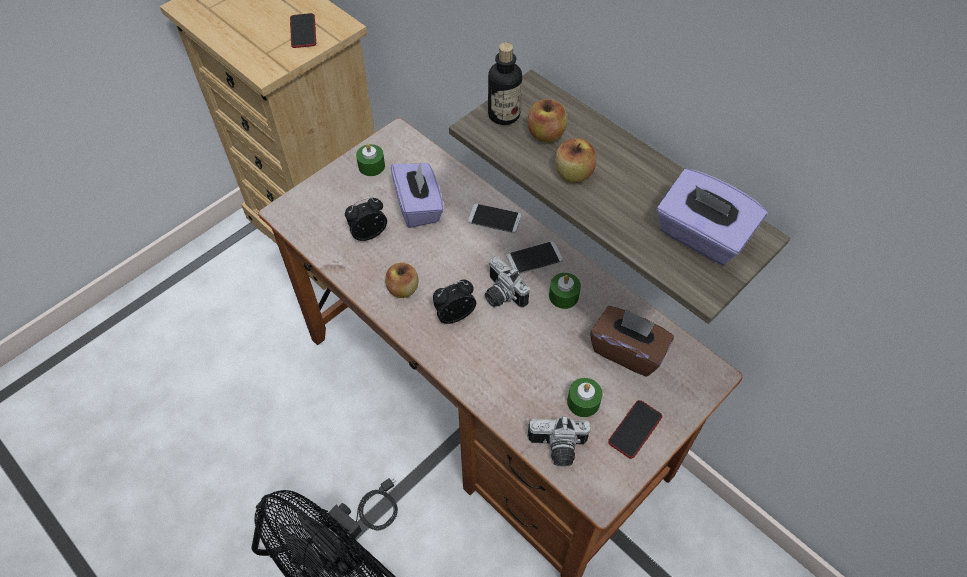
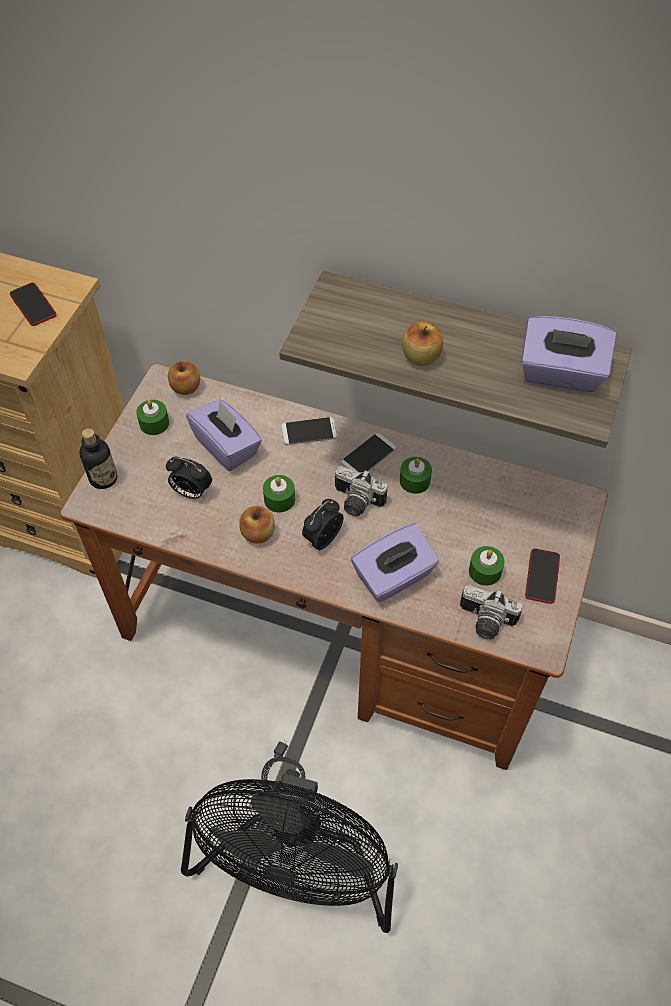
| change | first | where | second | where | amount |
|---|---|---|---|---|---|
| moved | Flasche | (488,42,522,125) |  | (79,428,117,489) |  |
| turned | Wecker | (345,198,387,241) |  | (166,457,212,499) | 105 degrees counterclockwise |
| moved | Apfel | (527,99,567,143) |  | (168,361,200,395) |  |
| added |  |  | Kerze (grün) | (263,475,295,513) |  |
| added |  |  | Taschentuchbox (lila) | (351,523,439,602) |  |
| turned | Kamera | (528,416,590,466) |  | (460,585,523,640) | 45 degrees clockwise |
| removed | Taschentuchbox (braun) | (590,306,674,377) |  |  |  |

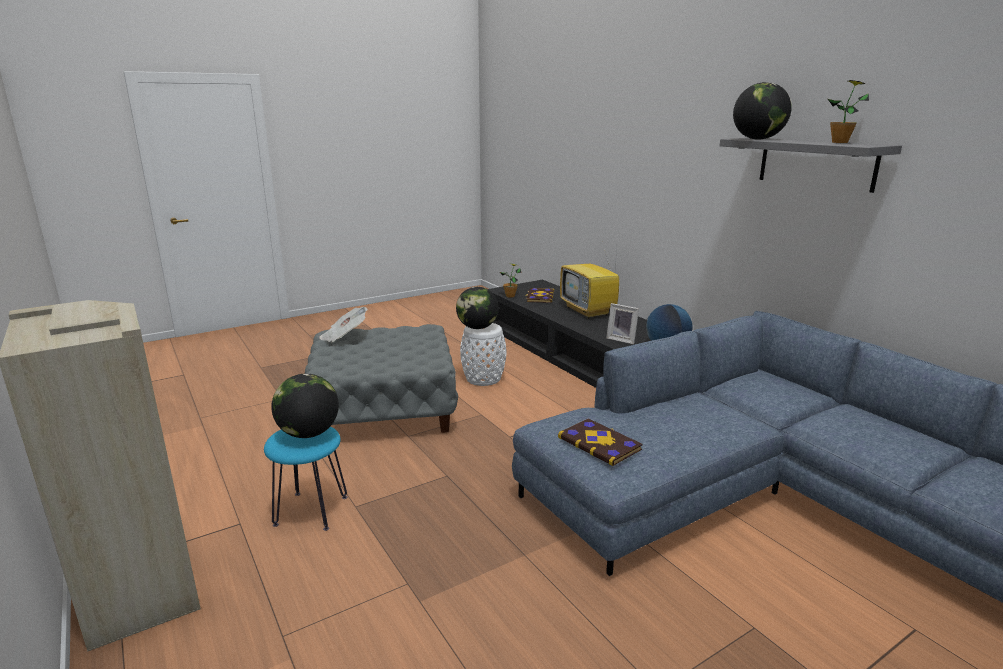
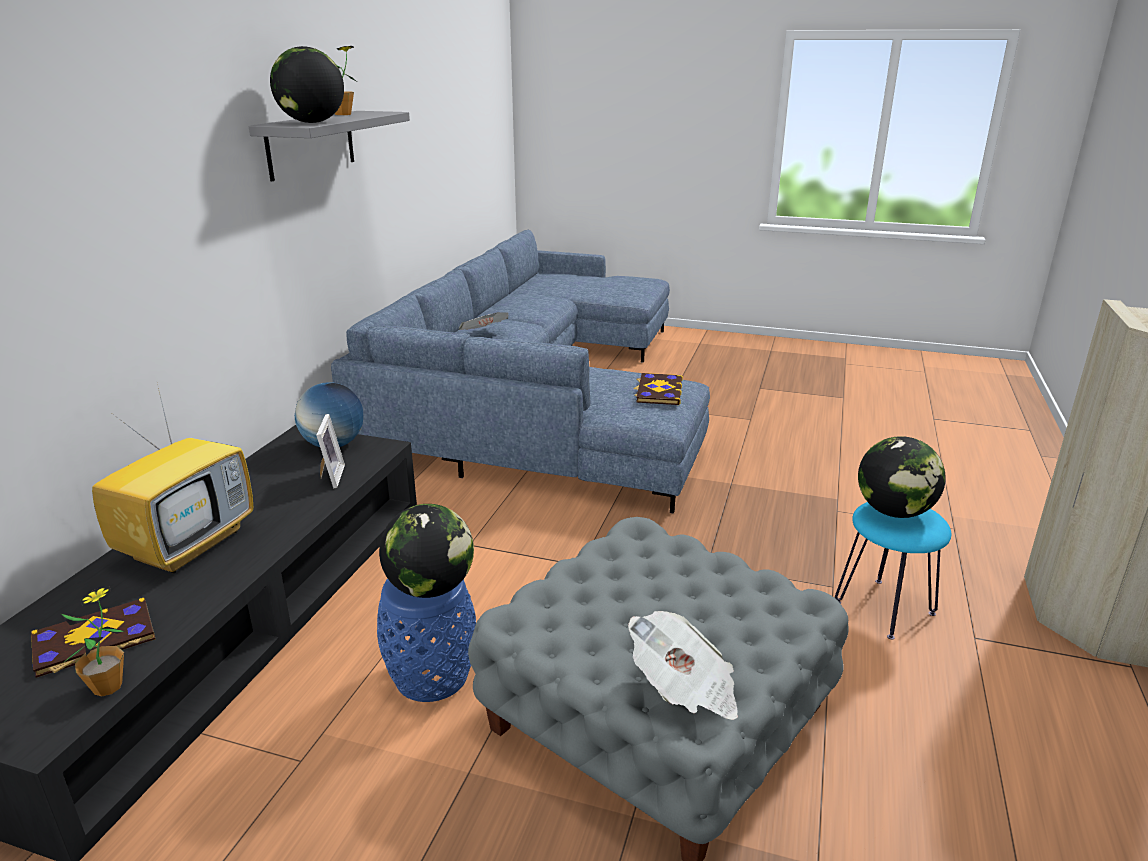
| change | first | where | second | where | amount |
|---|---|---|---|---|---|
| recoloured | Hocker (weiß) | (460,323,506,386) | Hocker (blau) | (377,579,476,702) |  |
| added |  |  | Zeitung | (459,312,509,330) |  |

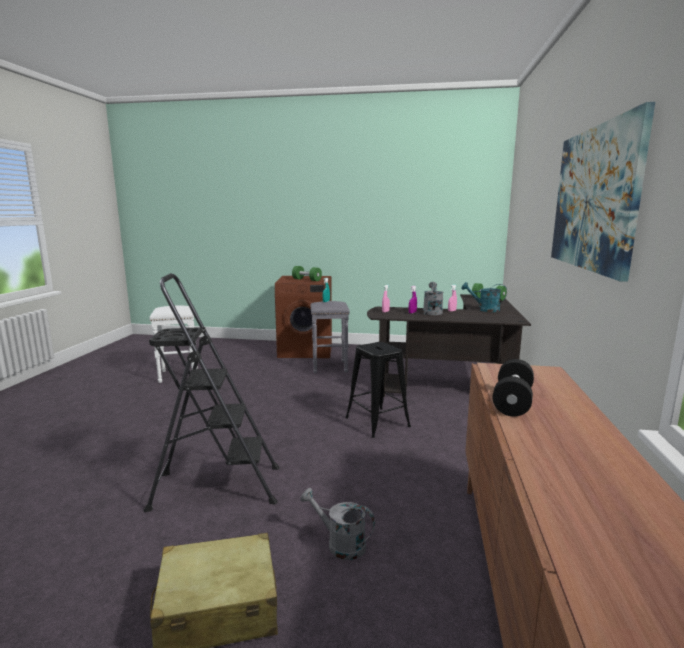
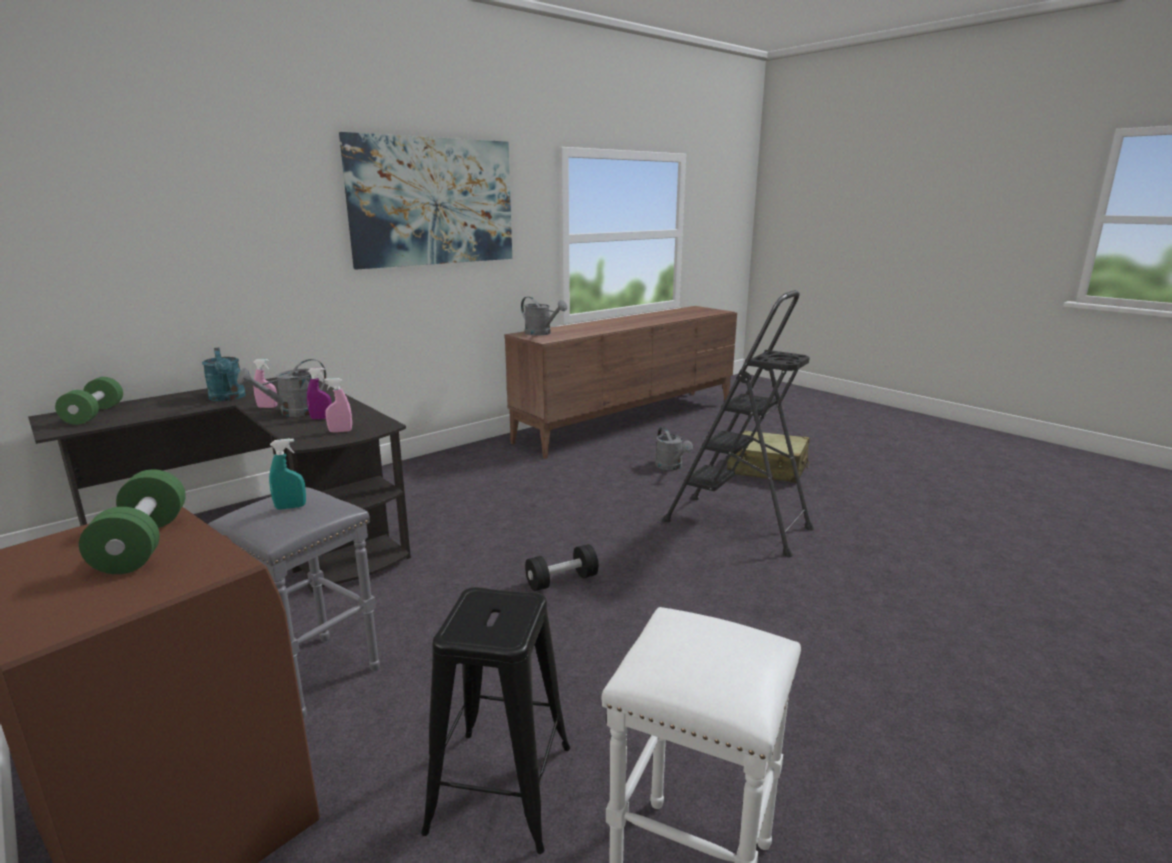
| change | first | where | second | where | amount |
|---|---|---|---|---|---|
| moved | Hocker (schwarz) | (345,342,411,438) |  | (421,587,570,854) |  |
| added |  |  | Gießkanne (grau) | (521,297,567,335) |  |
| moved | Hantel (schwarz) | (493,359,534,417) |  | (525,544,599,591) |  |

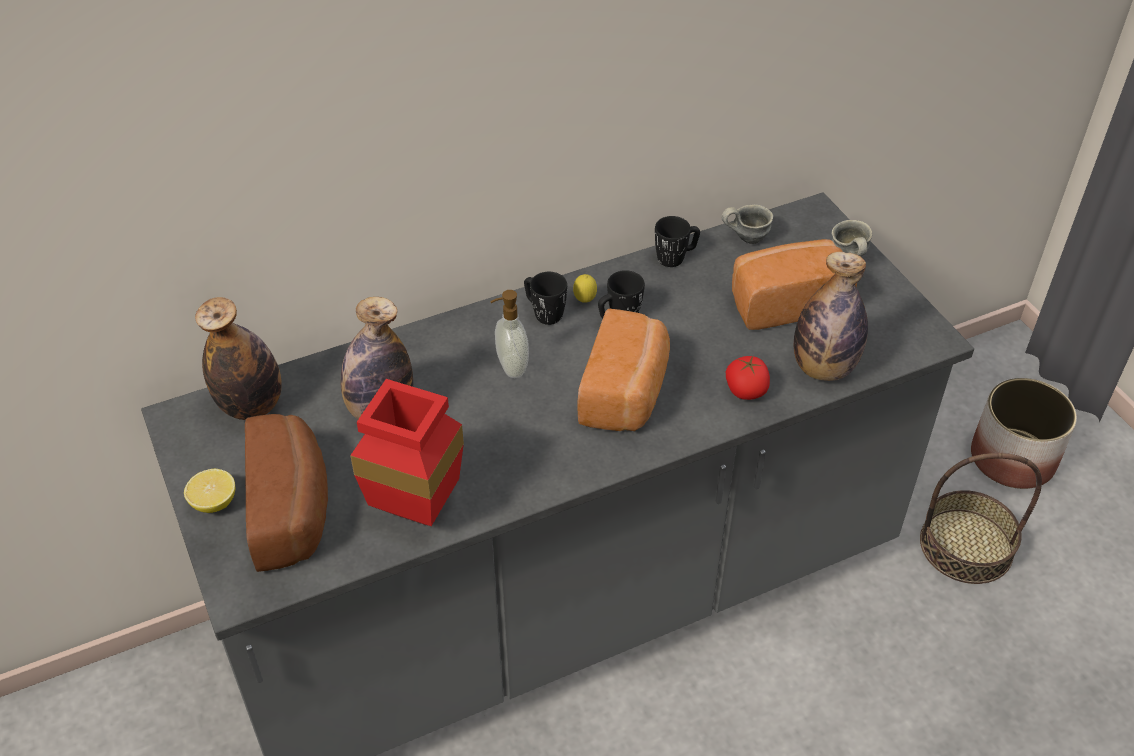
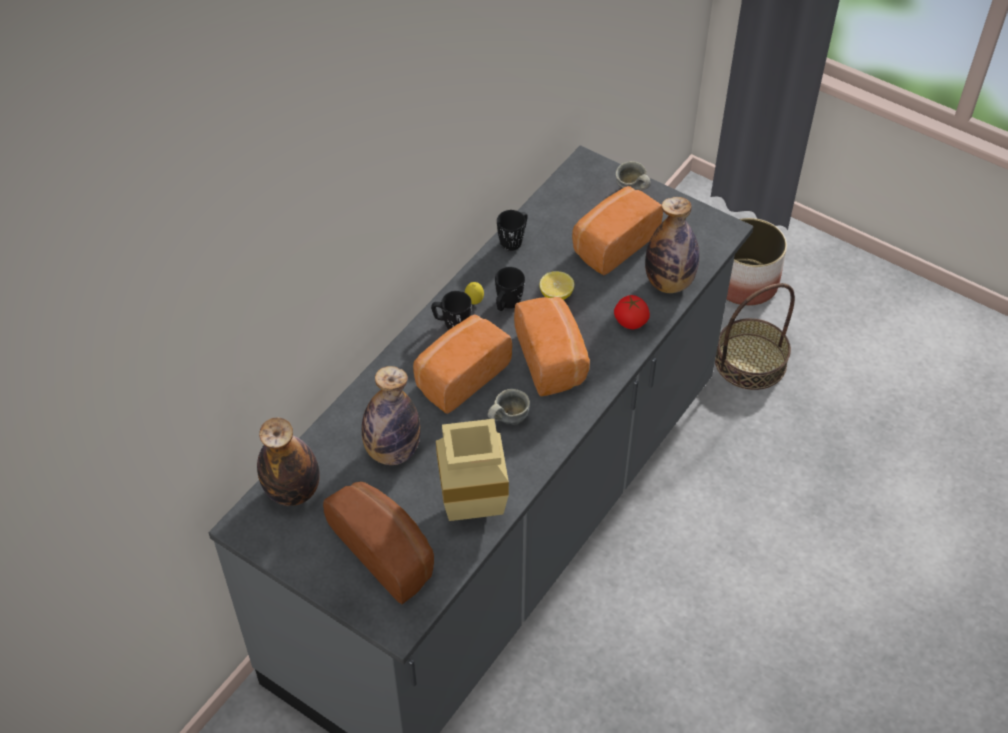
| change | first | where | second | where | amount |
|---|---|---|---|---|---|
| replaced | Seifenspender | (490,290,529,378) | Brot | (413,314,512,414) |  |
| recoloured | Vase (rot) | (350,379,464,526) | Vase (beige) | (436,419,509,521) |  |
| moved | Henkelbecher (grau) | (721,205,773,244) |  | (487,389,530,425) |  |
| moved | Zitrone | (184,469,236,513) |  | (539,271,574,300) |  |

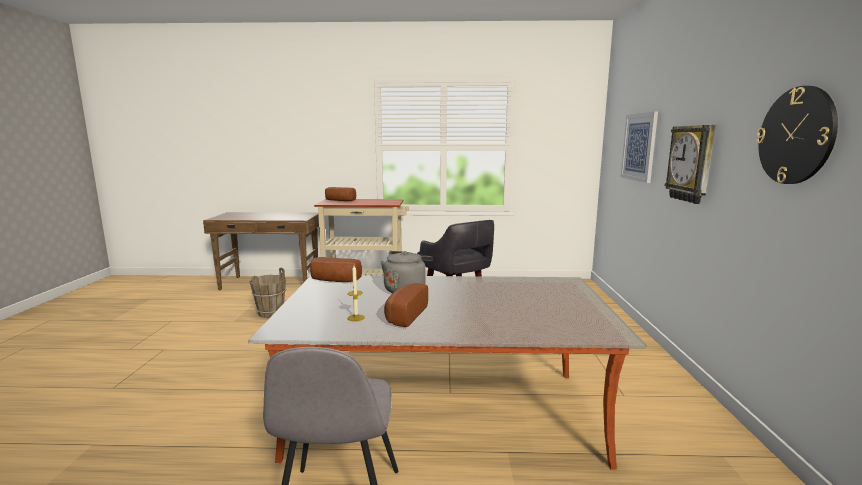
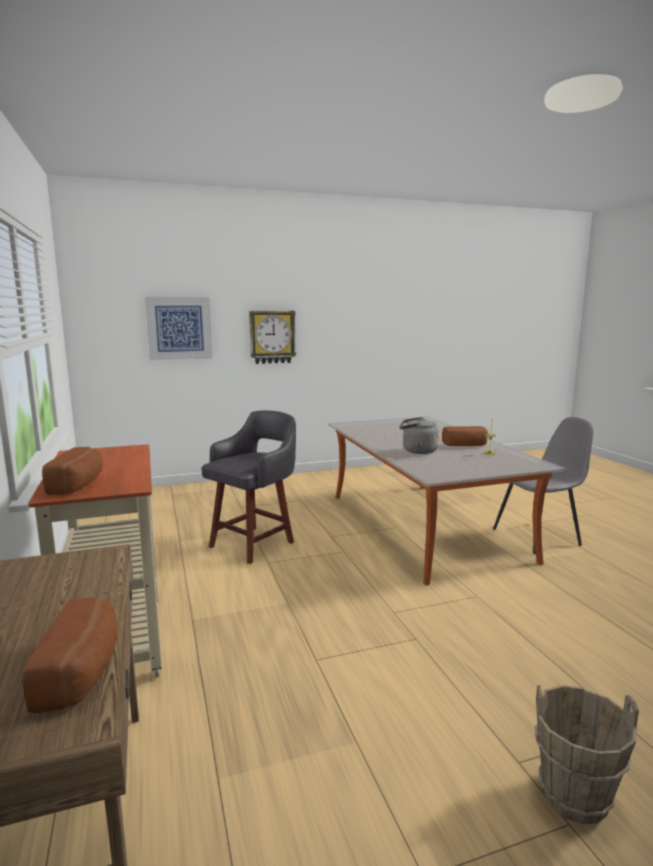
| change | first | where | second | where | amount |
|---|---|---|---|---|---|
| moved | Brot | (310,257,362,282) |  | (22,597,118,713) |  |
| moved | Eimer (braun) | (250,268,286,318) |  | (535,685,639,824) |  |
| removed | Wanduhr | (756,86,838,184) |  |  |  |

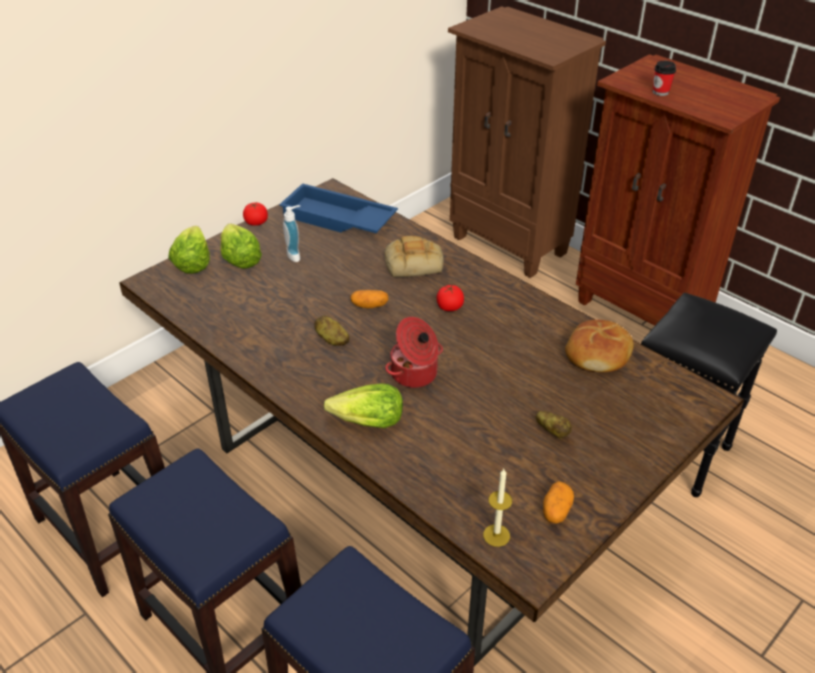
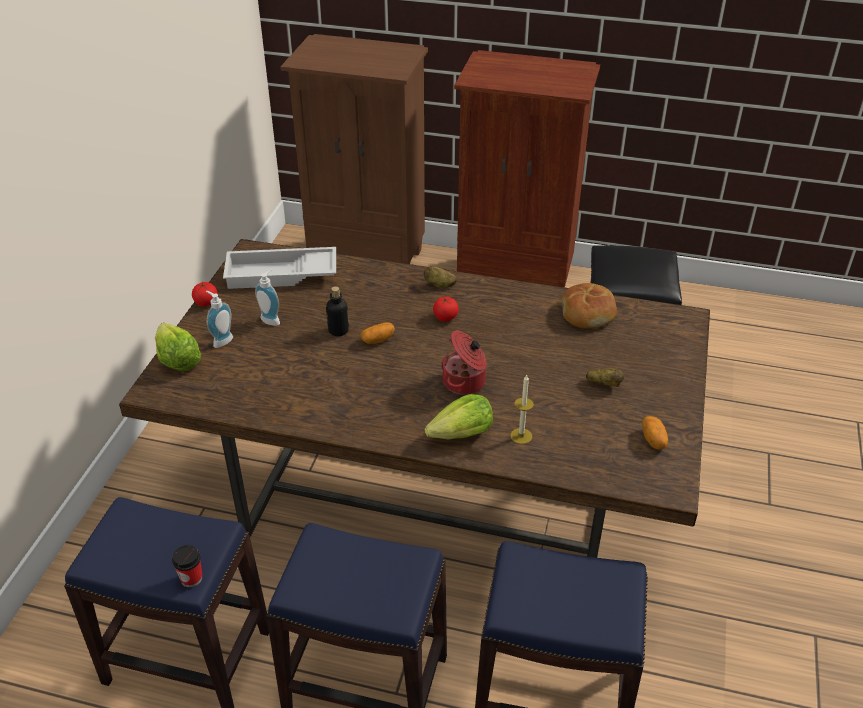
| change | first | where | second | where | amount |
|---|---|---|---|---|---|
| moved | Tasse | (653,61,676,96) |  | (172,545,202,588) |  |
| replaced | Salatkopf | (220,223,262,269) | Seifenspender | (206,291,233,348) |  |
| recoloured | Tablett (blau) | (279,183,398,233) | Tablett (weiß) | (223,247,336,289) |  |
| added |  |  | Flasche | (326,286,349,336) |  |
| moved | Kartoffel | (314,316,349,346) |  | (423,266,456,288) |  |
| moved | Kerze | (483,469,512,547) |  | (510,374,534,444) |  |
| removed | Brot | (385,236,443,277) |  |  |  |

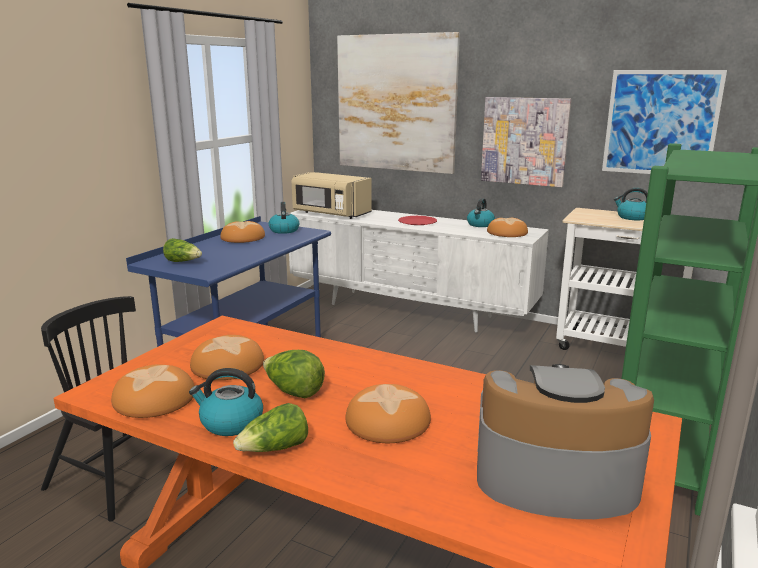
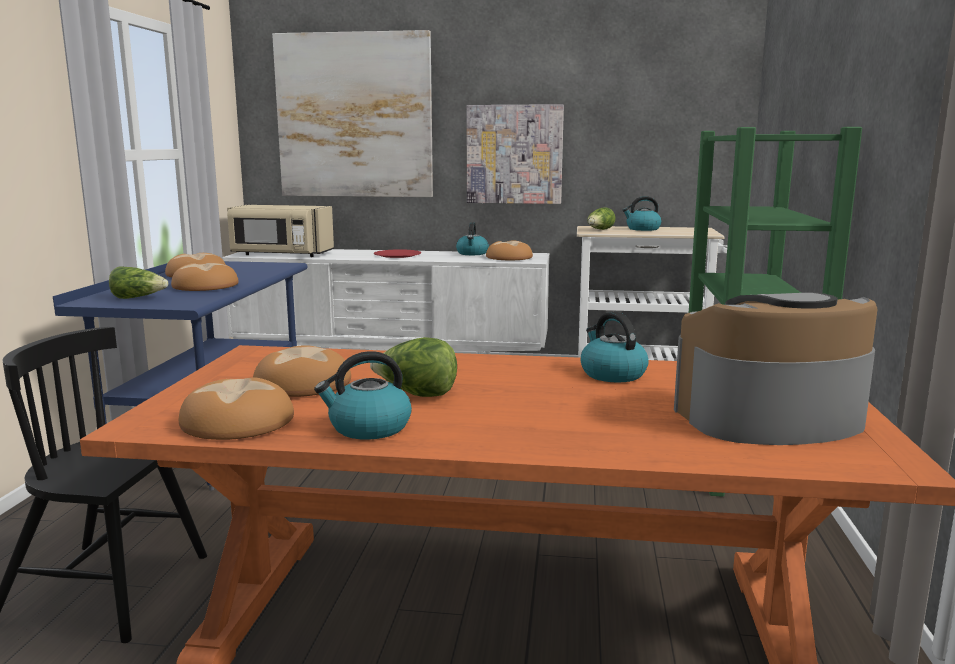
| change | first | where | second | where | amount |
|---|---|---|---|---|---|
| moved | Brot | (345,384,431,443) |  | (171,262,239,291) |  |
| moved | Wasserkessel | (269,202,299,234) |  | (581,312,649,383) |  |
| moved | Salatkopf | (233,403,308,452) |  | (587,207,615,230) |  |
| removed | Bild | (602,70,727,174) |  |  |  |

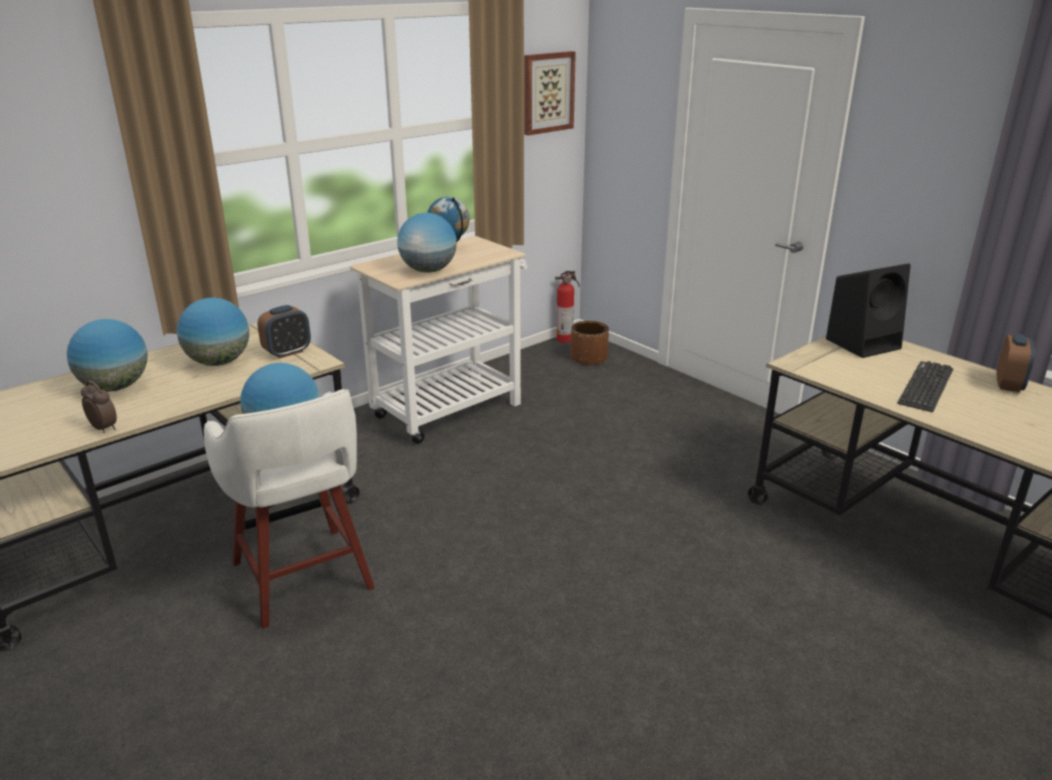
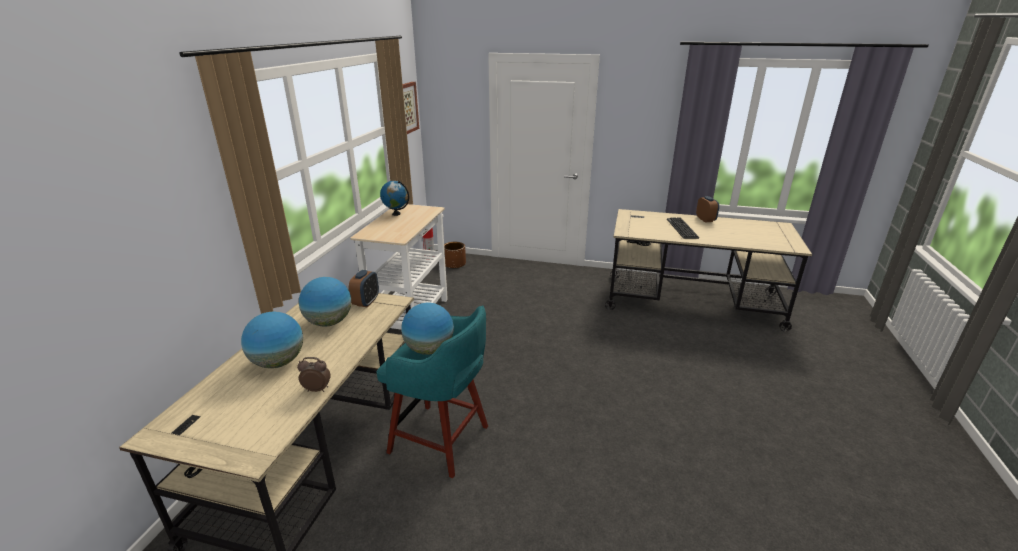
| change | first | where | second | where | amount |
|---|---|---|---|---|---|
| recoloured | Hocker (weiß) | (204,389,375,628) | Hocker (türkis) | (377,306,488,478) |  |
| removed | Globus | (397,213,457,273) |  |  |  |
| removed | Lautsprecher (schwarz) | (826,263,911,358) |  |  |  |

